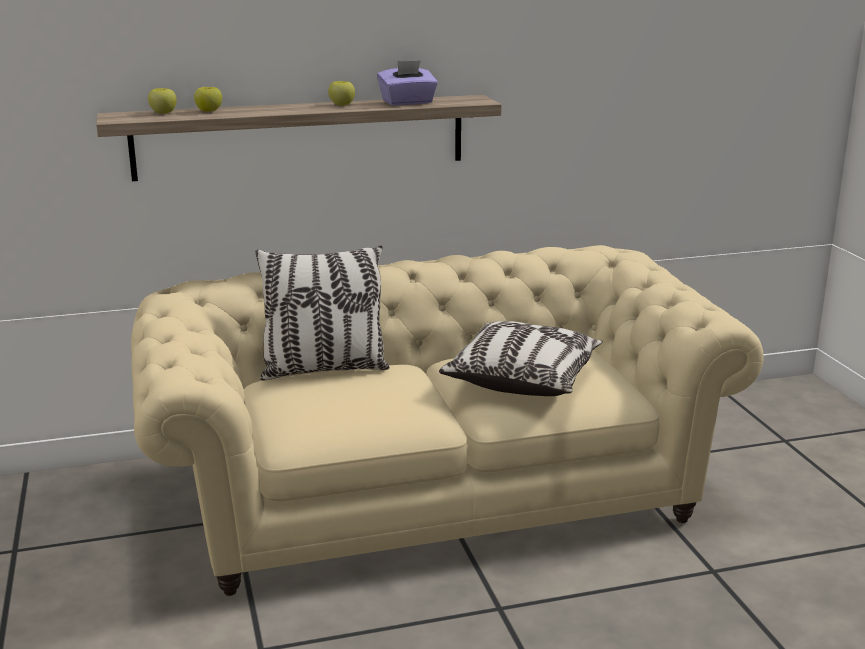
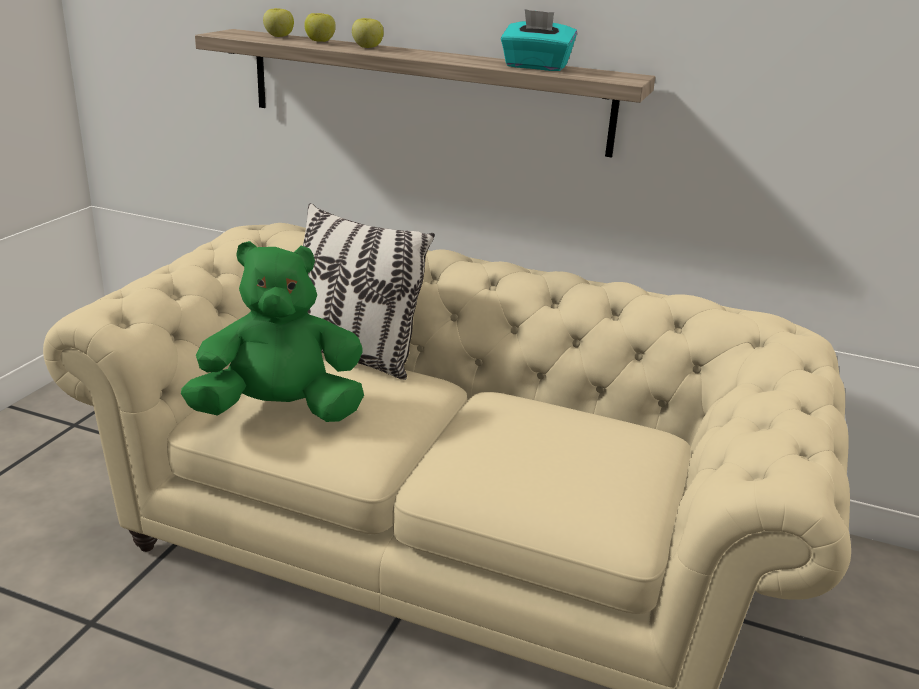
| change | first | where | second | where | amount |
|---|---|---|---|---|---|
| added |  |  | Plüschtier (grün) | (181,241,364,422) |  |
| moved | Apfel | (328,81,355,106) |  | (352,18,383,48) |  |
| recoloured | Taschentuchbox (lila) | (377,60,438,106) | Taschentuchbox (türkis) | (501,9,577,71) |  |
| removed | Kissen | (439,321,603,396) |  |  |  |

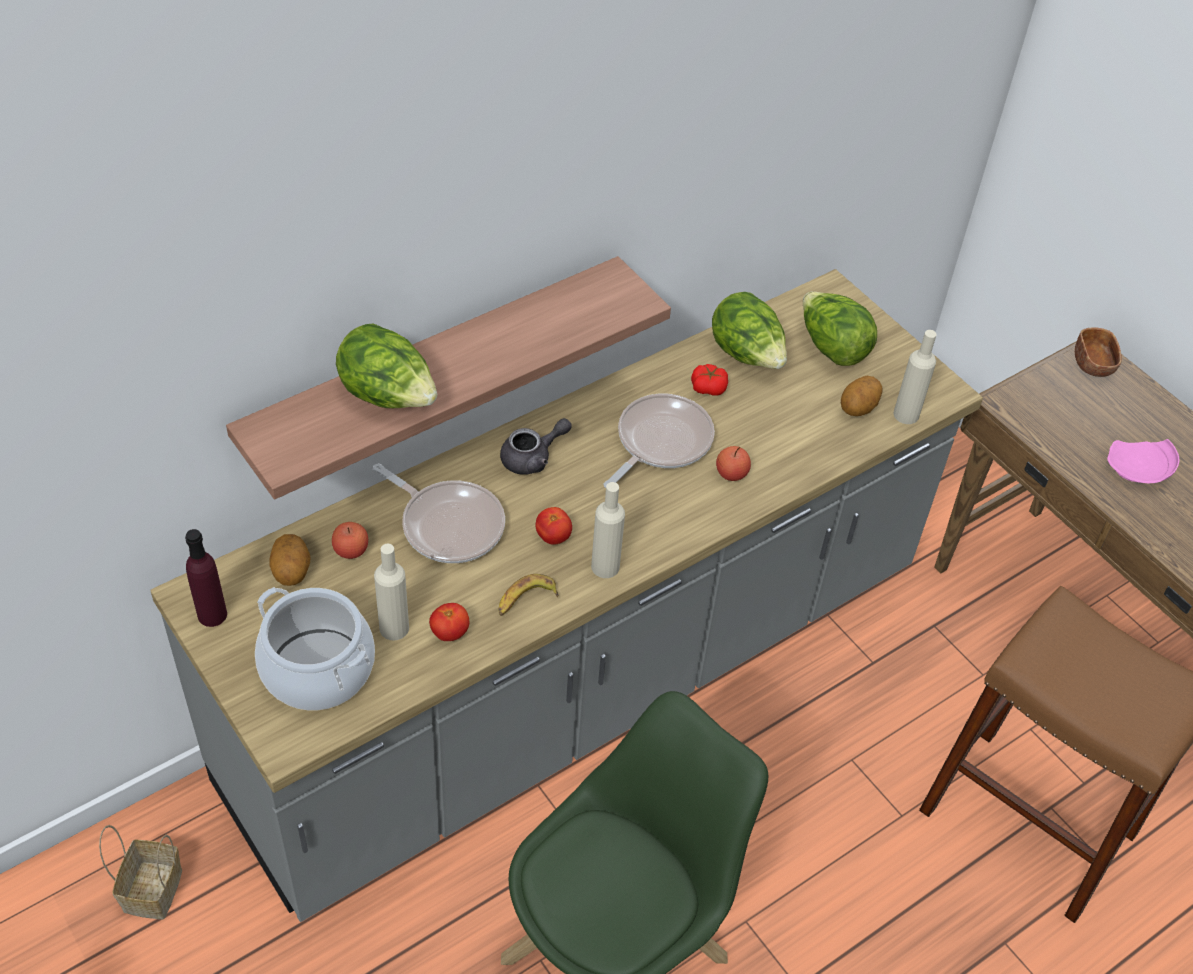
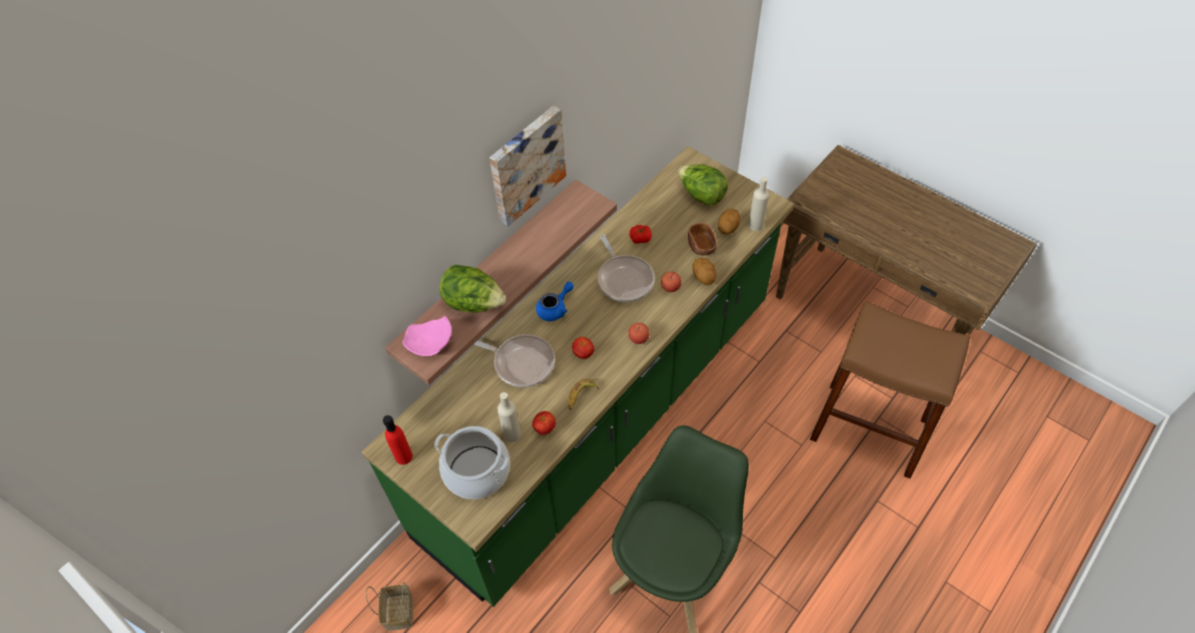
| change | first | where | second | where | amount |
|---|---|---|---|---|---|
| recoloured | Küchenzeile (grau) | (150,269,983,922) | Küchenzeile (grün) | (362,146,794,607) |  |
| recoloured | Flasche (lila) | (185,529,227,627) | Flasche (rot) | (383,415,413,465) |  |
| moved | Teller (rosa) | (1107,439,1179,483) |  | (403,316,452,356) |  |
| added |  |  | Bild | (489,105,566,227) |  |
| recoloured | Teekanne (grau) | (500,418,572,475) | Teekanne (blau) | (536,282,574,321) |  |
| turned | Pfanne | (603,394,715,488) |  | (597,234,655,302) | 135 degrees clockwise |
| moved | Apfel | (332,522,368,559) |  | (628,323,649,344) |  |
| moved | Schüssel (braun) | (1075,327,1122,377) |  | (688,223,718,256) |  |
| moved | Kartoffel | (269,534,310,586) |  | (692,258,717,285) |  |
| removed | Flasche (beige) | (591,482,625,578) |  |  |  |
| removed | Salatkopf | (712,292,787,369) |  |  |  |

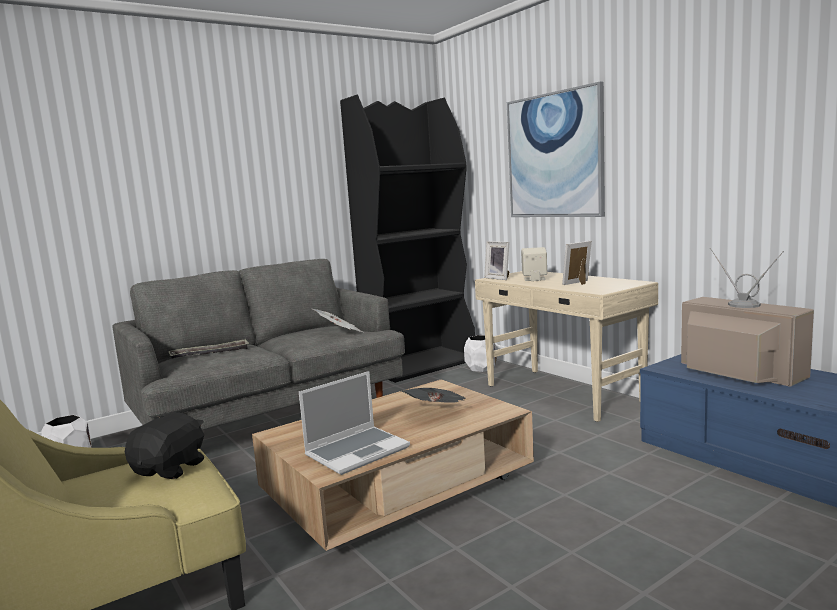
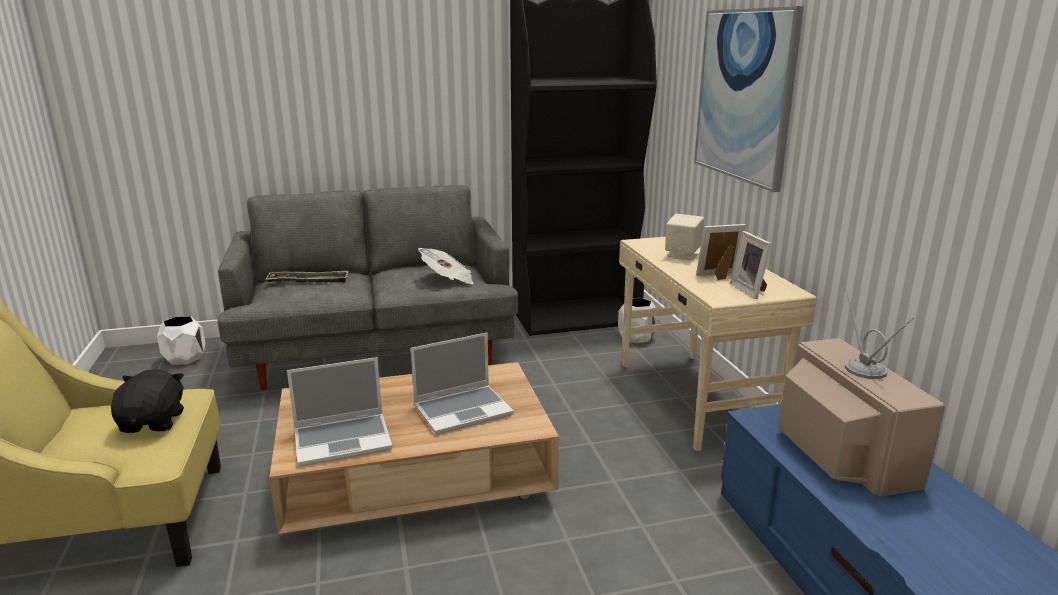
| change | first | where | second | where | amount |
|---|---|---|---|---|---|
| turned | Plüschtier (schwarz) | (125,413,204,479) |  | (111,369,184,433) | 45 degrees counterclockwise |
| replaced | Zeitung | (401,388,466,403) | Laptop | (411,333,514,435) |  |
| moved | Bilderrahmen | (484,241,510,280) |  | (730,231,772,299) |  |

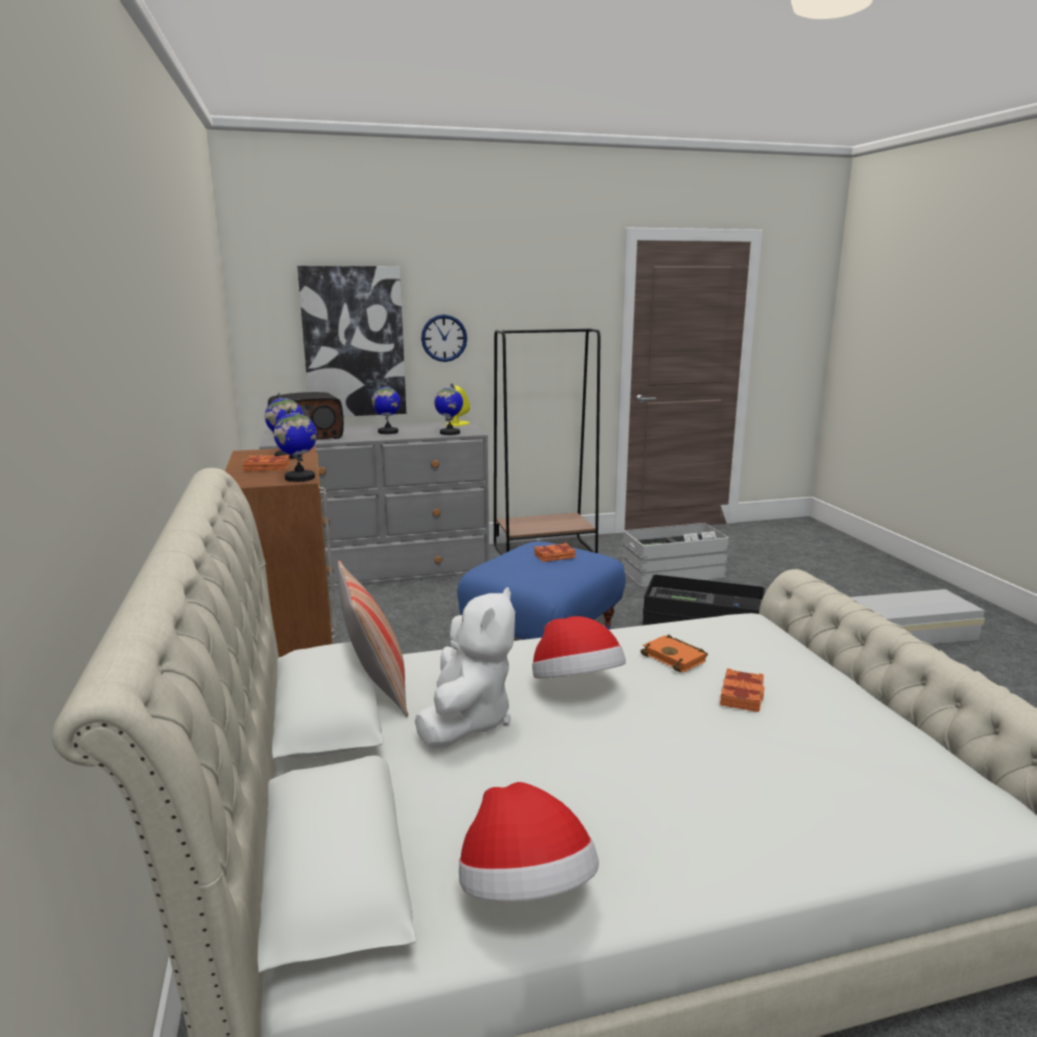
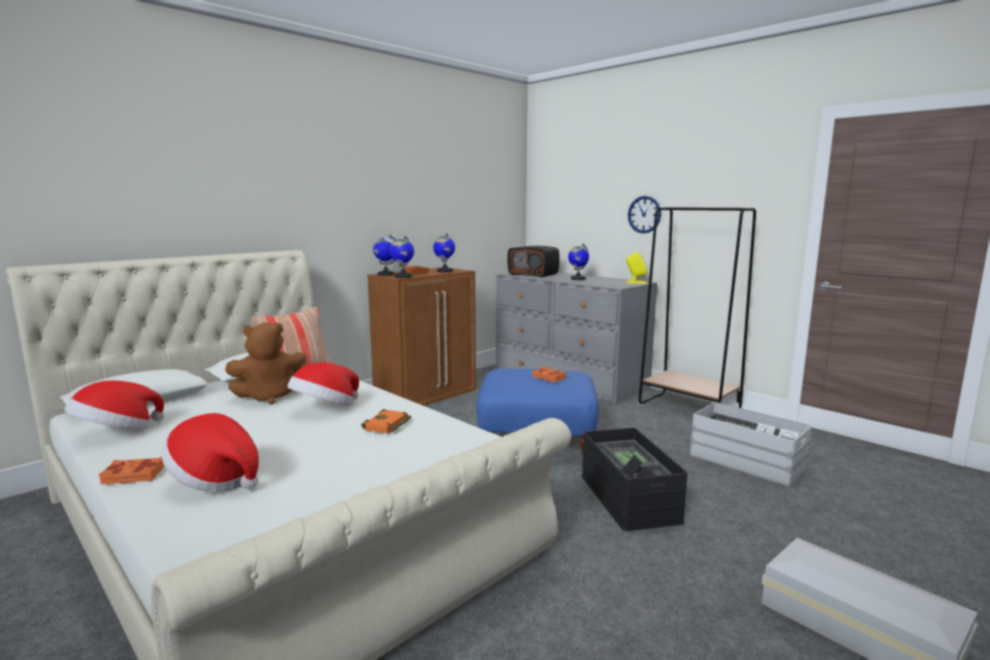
| change | first | where | second | where | amount |
|---|---|---|---|---|---|
| moved | Buch (orange) | (720,668,765,712) |  | (99,457,164,484) |  |
| added |  |  | Hut | (162,413,259,492) |  |
| recoloured | Plüschtier (weiß) | (415,587,515,749) | Plüschtier (braun) | (225,323,308,404) |  |
| moved | Globus | (434,383,463,435) |  | (373,235,397,276) |  |
| removed | Bild | (297,266,406,417) |  |  |  |

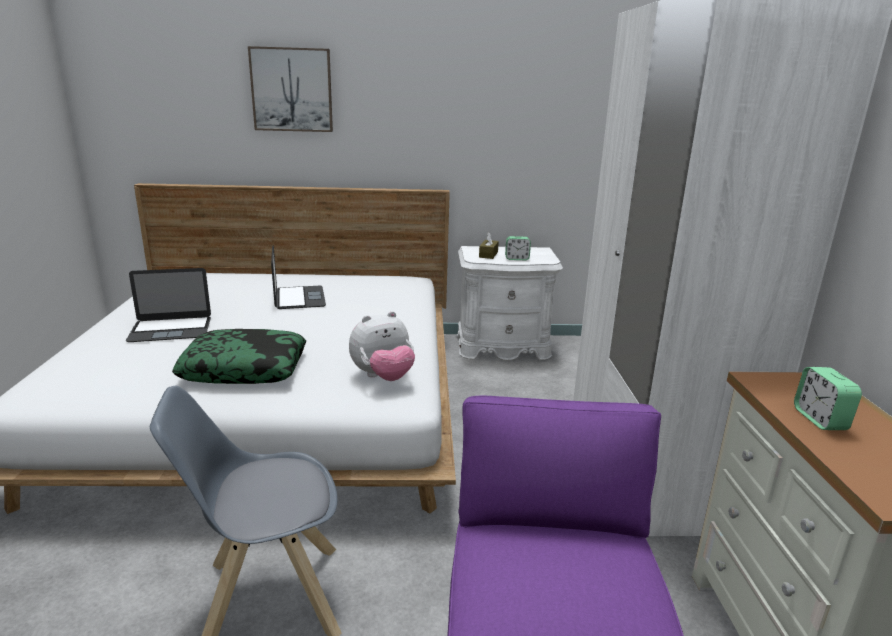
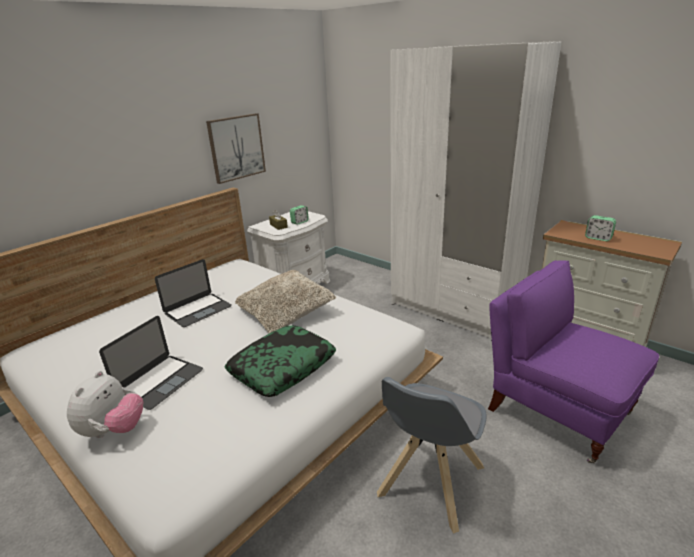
| change | first | where | second | where | amount |
|---|---|---|---|---|---|
| moved | Plüschtier | (349,311,415,381) |  | (67,371,143,438) |  |
| turned | Laptop | (271,245,326,309) |  | (155,259,232,327) | 105 degrees clockwise |
| moved | Bild | (248,46,333,132) |  | (206,113,266,184) |  |
| added |  |  | Kissen (beige) | (235,270,336,333) |  |

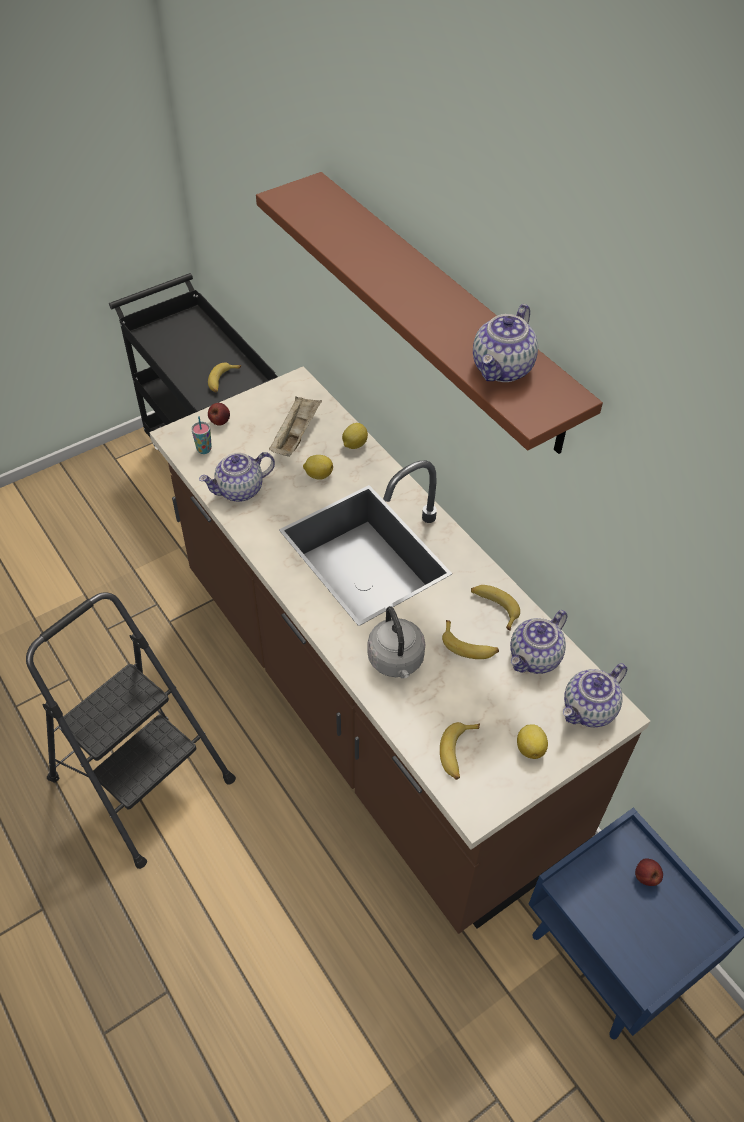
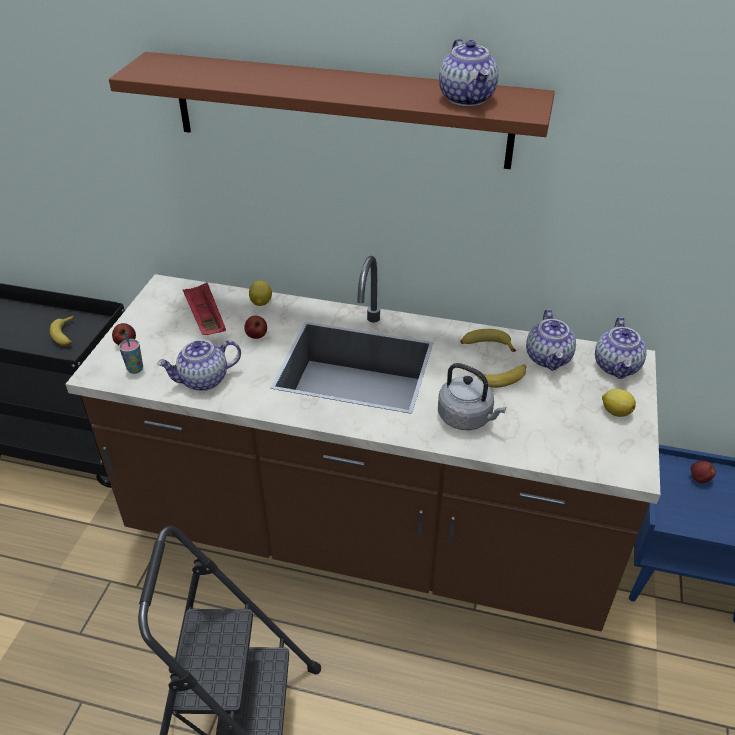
| change | first | where | second | where | amount |
|---|---|---|---|---|---|
| turned | Teekanne | (199,452,275,502) |  | (157,340,241,391) | 45 degrees clockwise |
| recoloured | Tablett (beige) | (269,397,322,457) | Tablett (rot) | (182,282,226,335) |  |
| replaced | Zitrone | (303,455,333,480) | Apfel | (244,316,267,339) |  |
| removed | Banane | (440,722,480,780) |  |  |  |

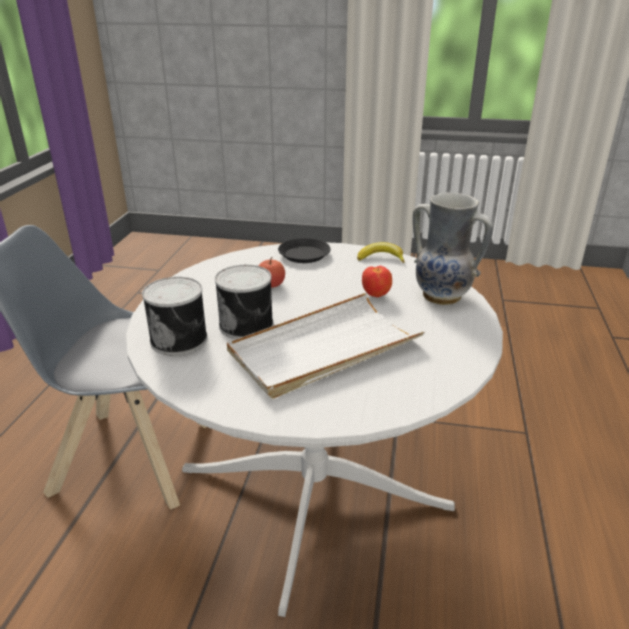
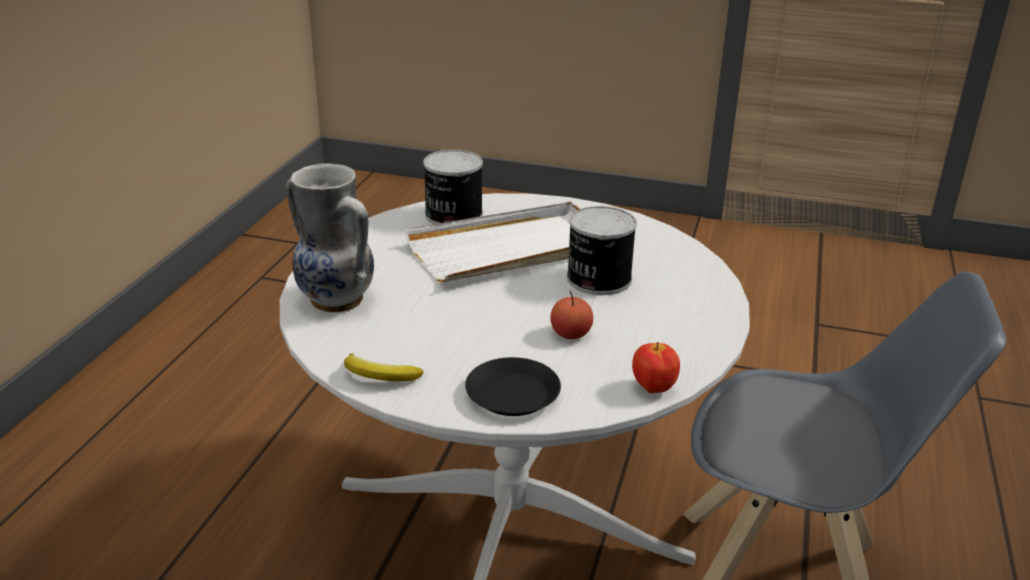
| change | first | where | second | where | amount |
|---|---|---|---|---|---|
| moved | Dose | (142,277,207,355) |  | (423,150,483,224) |  |
| moved | Apfel | (362,266,392,297) |  | (632,342,680,393) |  |

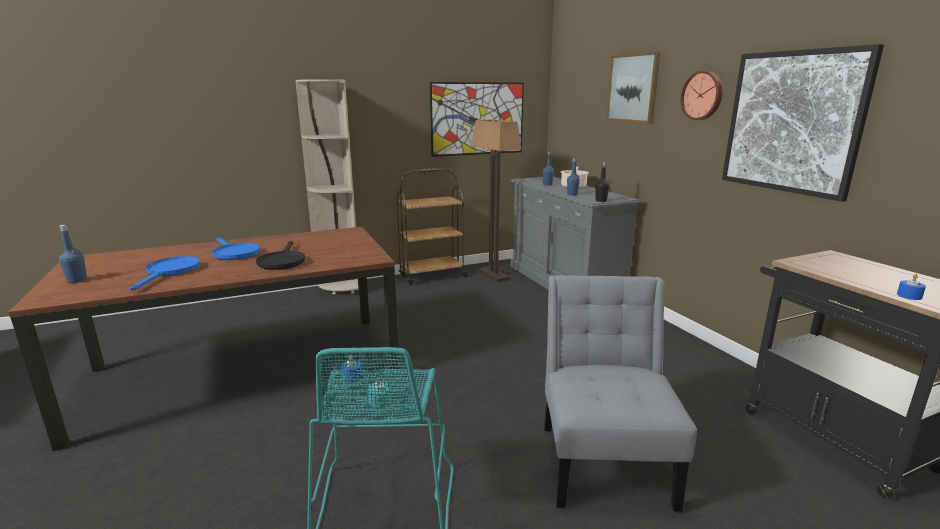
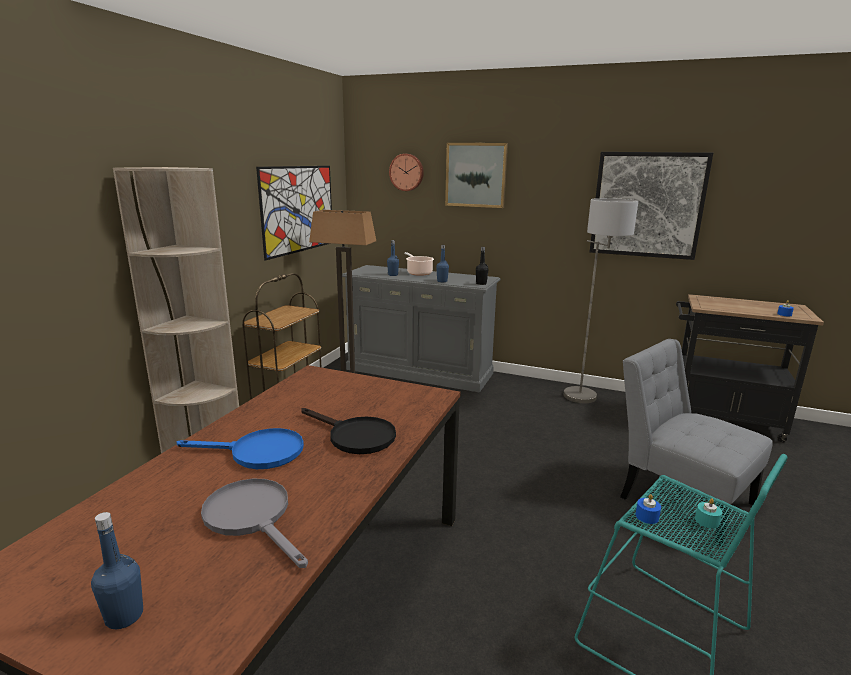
| change | first | where | second | where | amount |
|---|---|---|---|---|---|
| recoloured | Pfanne (blau) | (129,256,200,291) | Pfanne (grau) | (201,479,308,568) |  |
| moved | Wanduhr | (681,71,723,120) |  | (389,154,424,191) |  |
| added |  |  | Stehlampe (grau) | (564,198,638,403) |  |

